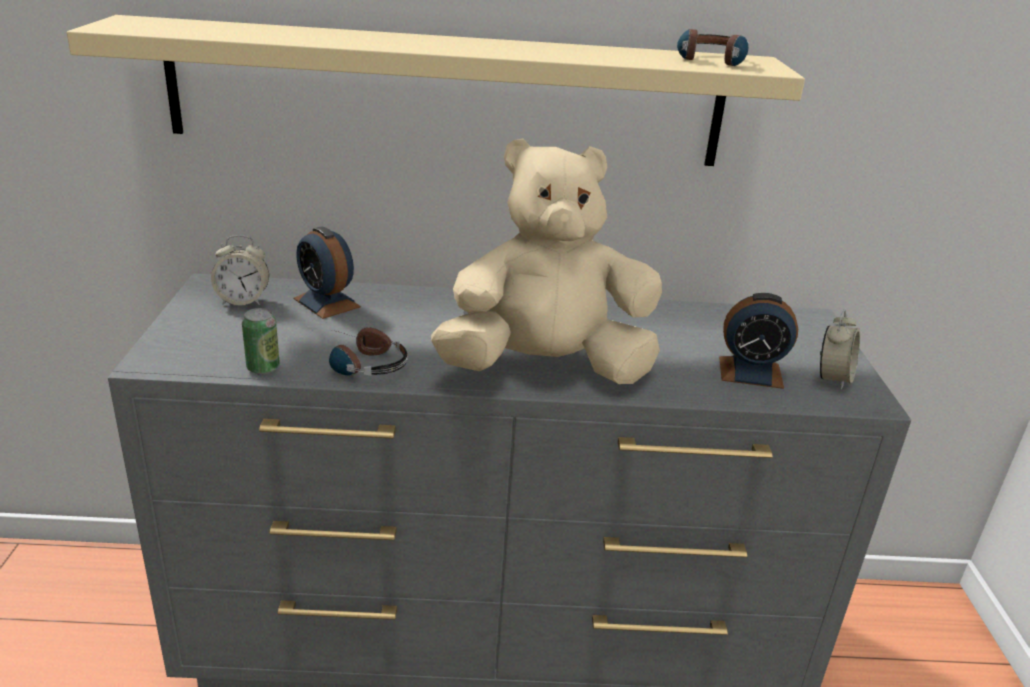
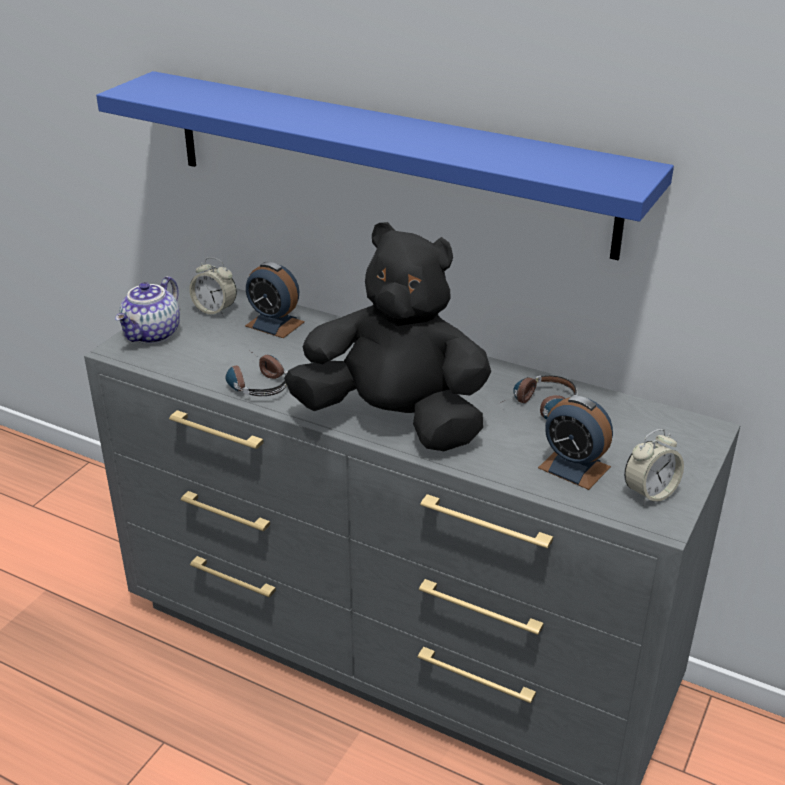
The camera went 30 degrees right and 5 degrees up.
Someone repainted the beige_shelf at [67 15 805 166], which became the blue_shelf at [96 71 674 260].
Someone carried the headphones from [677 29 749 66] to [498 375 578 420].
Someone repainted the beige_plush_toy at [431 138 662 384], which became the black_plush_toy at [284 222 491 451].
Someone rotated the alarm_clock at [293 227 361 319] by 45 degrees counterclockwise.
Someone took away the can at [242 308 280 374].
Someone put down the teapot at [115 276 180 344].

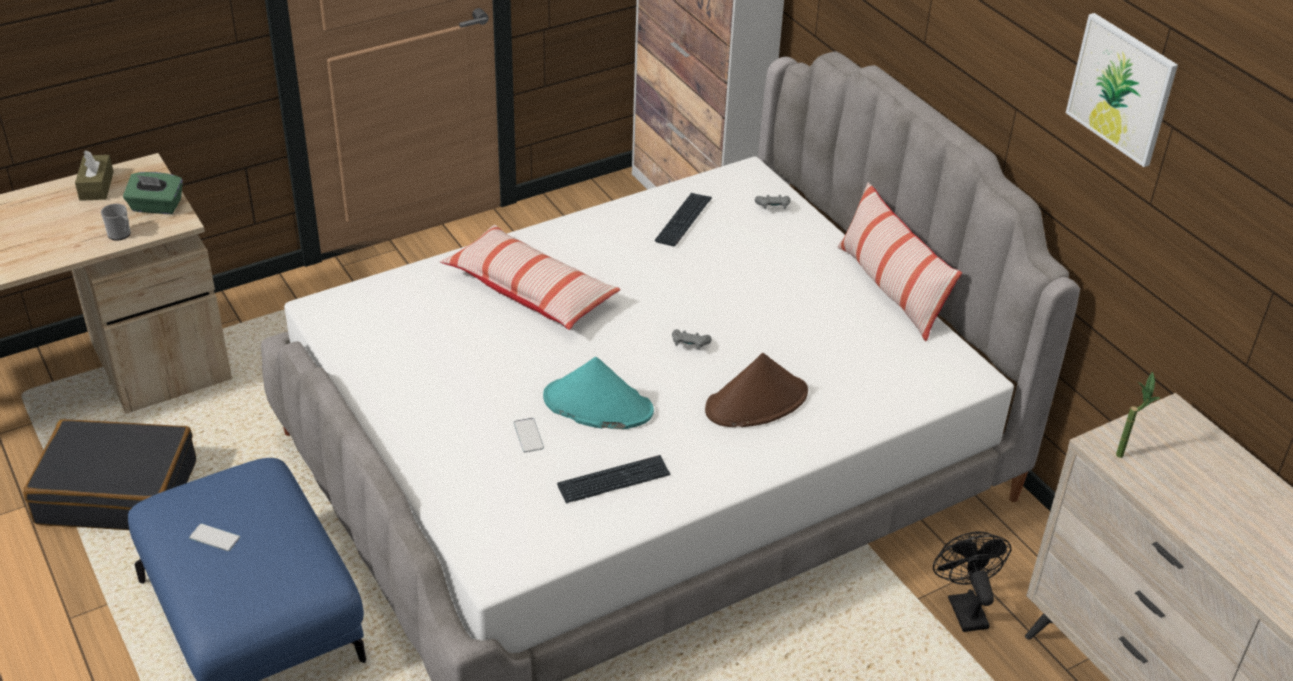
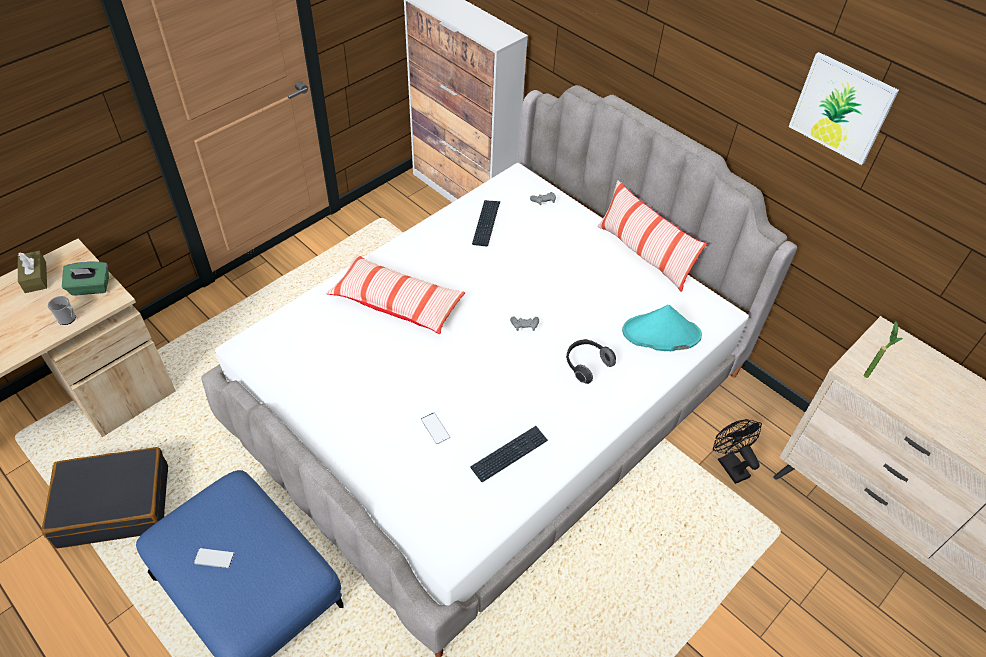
The camera went 15 degrees left and 10 degrees up.
Someone swapped the brown_hat at [705 353 808 427] for the headphones at [566 339 616 384].
Someone carried the turquoise_hat from [543 357 654 429] to [622 305 702 351].

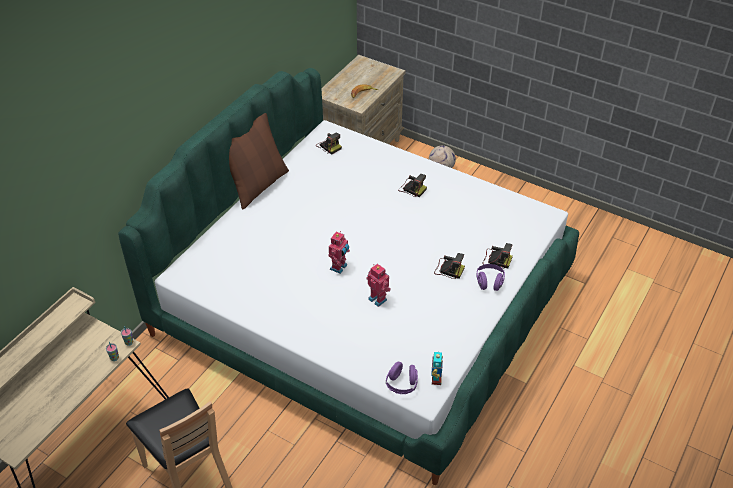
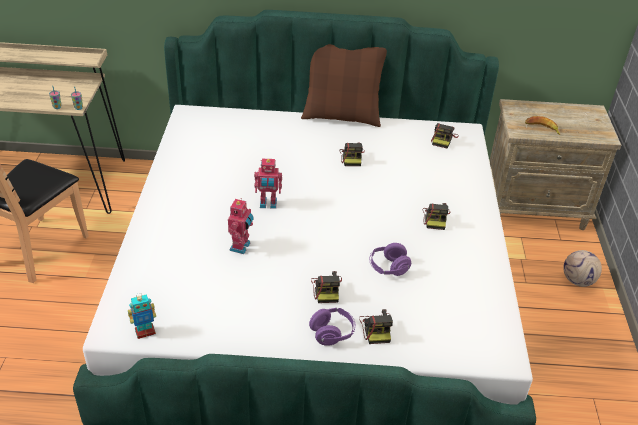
The camera went 60 degrees right and 5 degrees down.
Someone carried the purple_headphones from [386 362 418 394] to [369 243 411 276].
Someone put down the photo_camera at [340 143 365 166].

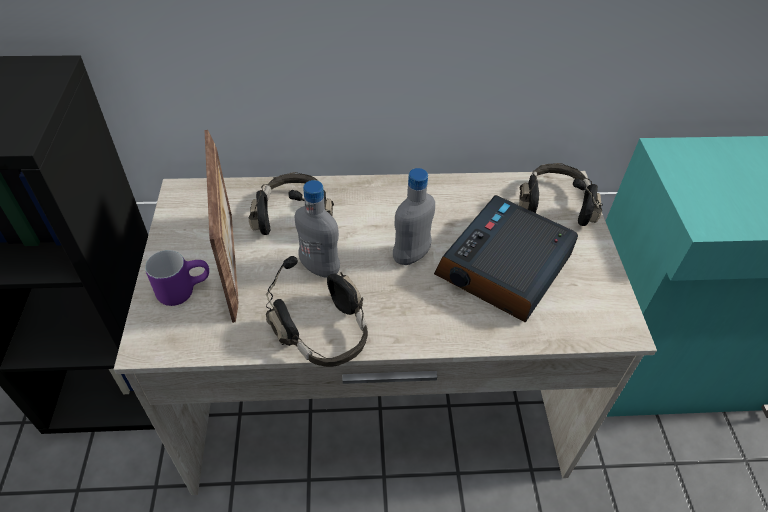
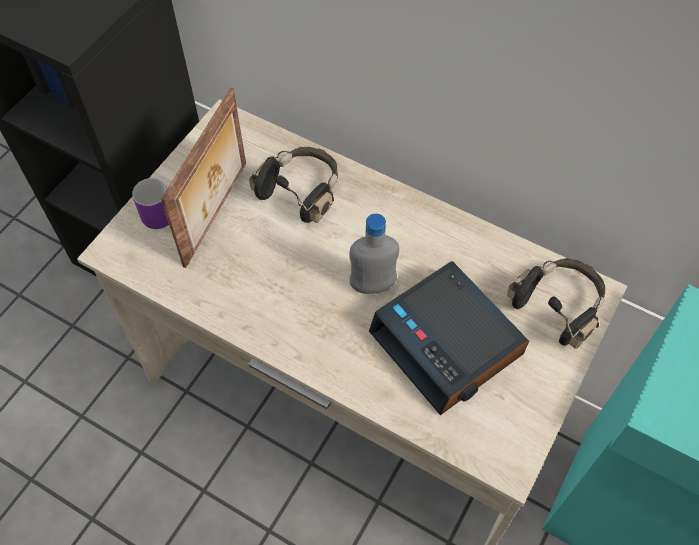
The camera went 35 degrees right and 10 degrees up.
Someone took away the grey_bottle at [295 180 340 278].
Someone rotated the alarm_clock at [434 195 578 323] by 105 degrees counterclockwise.
Someone took away the black_headphones at [266 256 368 367].

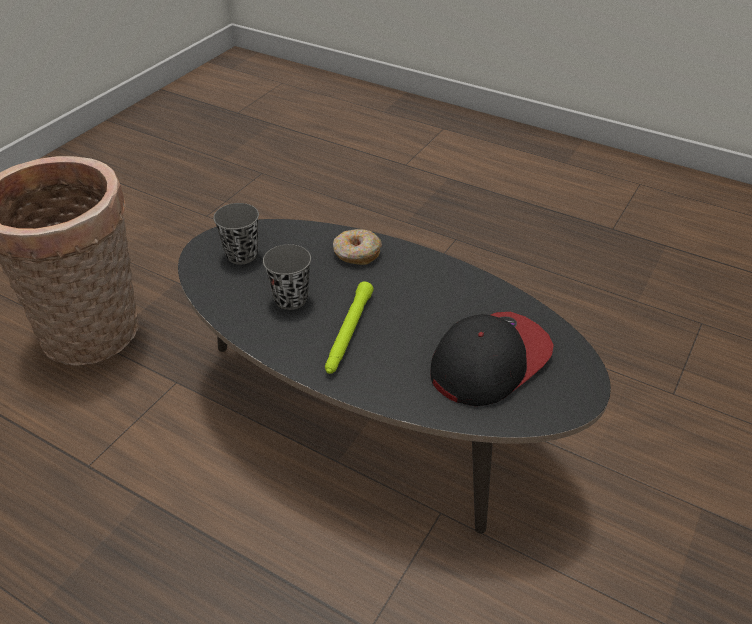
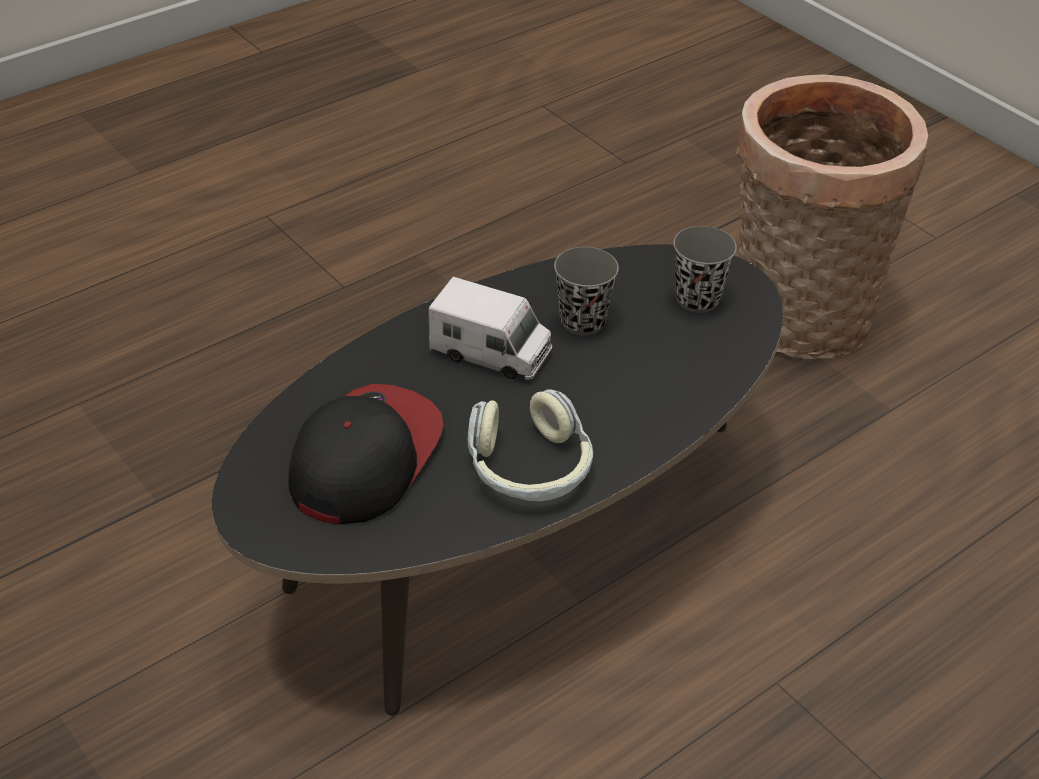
The camera went 110 degrees right and 0 degrees up.
Someone took away the donut at [333 229 382 265].
Someone swapped the green_flashlight at [325 281 374 374] for the toy_truck at [429 277 552 380].
Someone rotated the cap at [430 312 554 406] by 135 degrees counterclockwise.
Someone put down the headphones at [468 389 593 501].

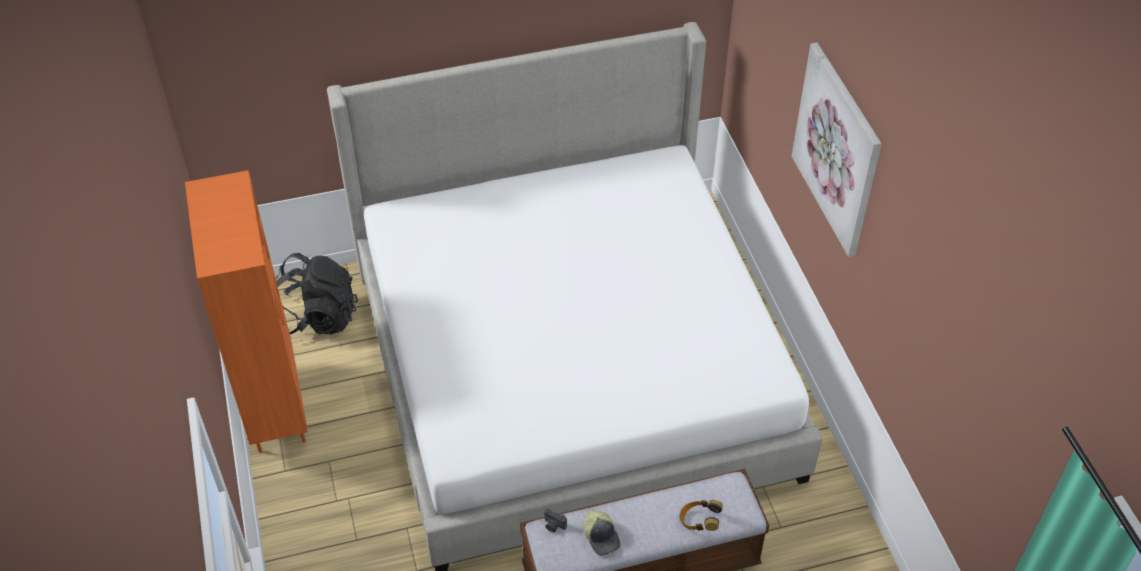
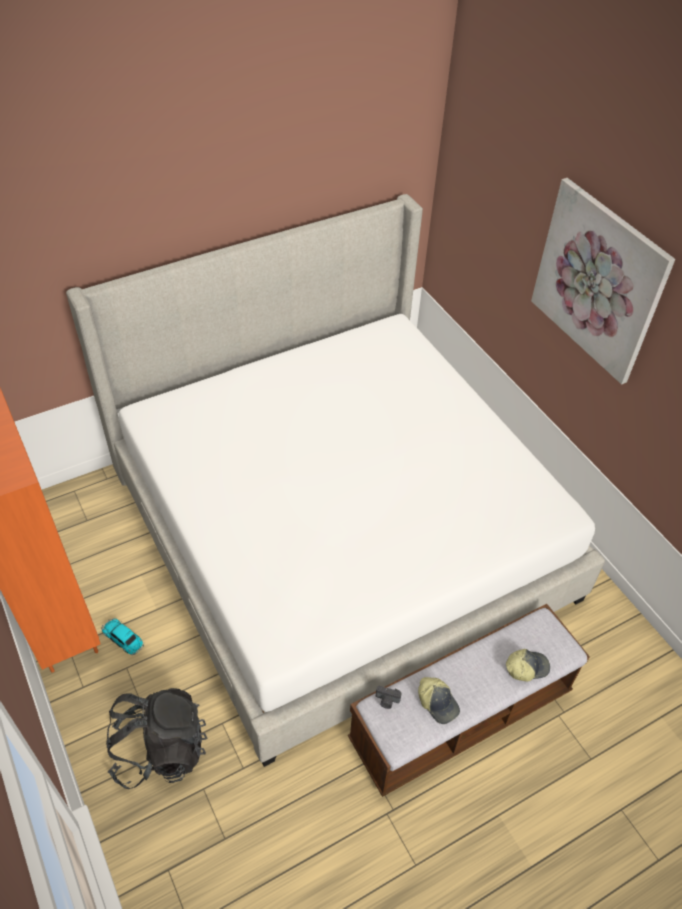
The camera went 15 degrees left and 0 degrees up.
Someone carried the black_backpack from [276 253 358 334] to [106 688 207 789].
Someone swapped the headphones at [680 499 723 531] for the cap at [506 649 550 682].
Someone put down the toy_car at [101 618 144 655].

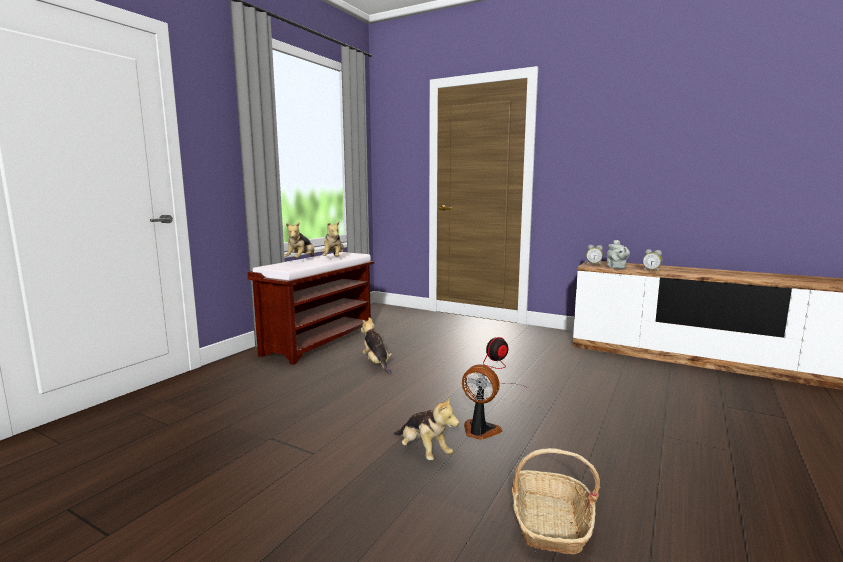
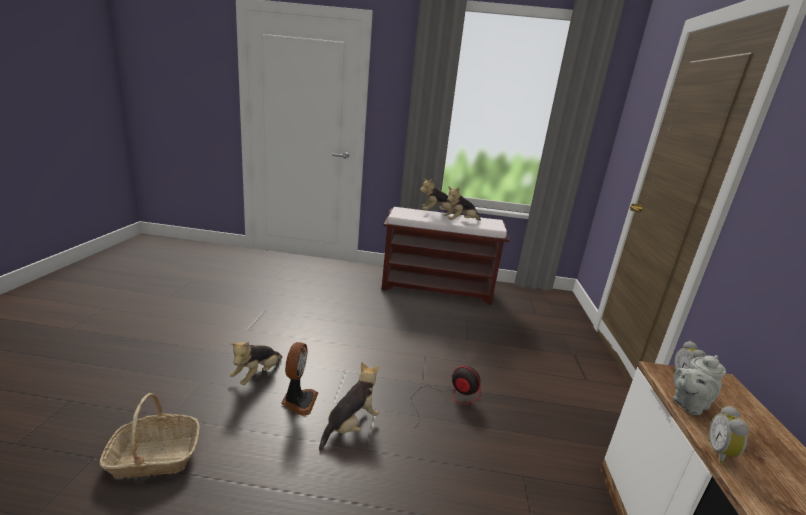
The camera went 65 degrees right and 10 degrees up.
Someone carried the plush_toy from [360 317 392 374] to [319 362 379 451].

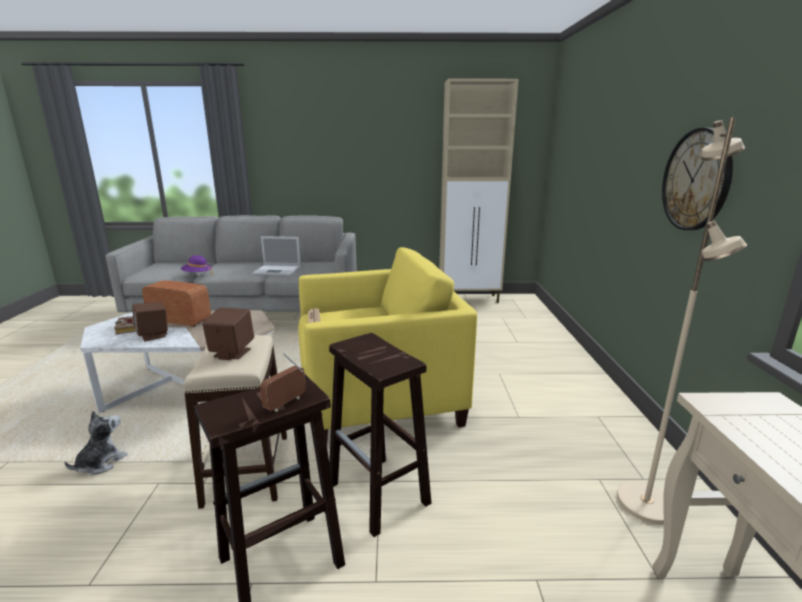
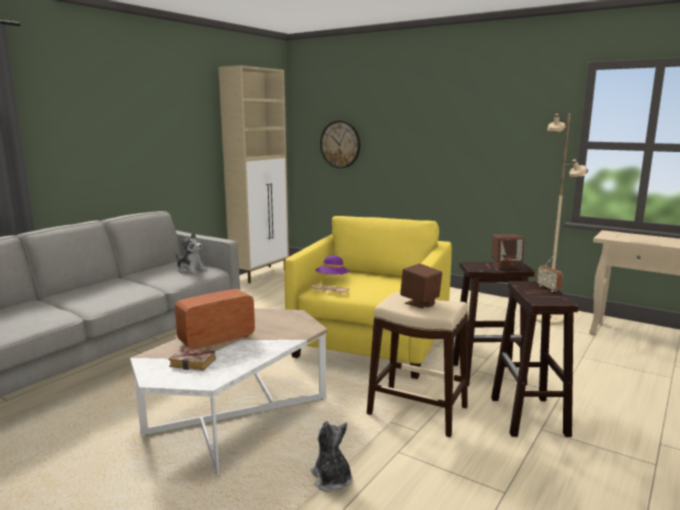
The camera went 55 degrees left and 5 degrees down.
Someone carried the wall_clock from [662 128 733 230] to [320 120 360 168].
Someone took away the laptop at [252 236 301 276].
Someone carried the purple_hat from [181 255 212 275] to [315 255 349 275].
Someone carried the brown_speaker from [132 302 168 342] to [491 234 524 268].
Someone put down the plush_toy at [176 232 207 274].

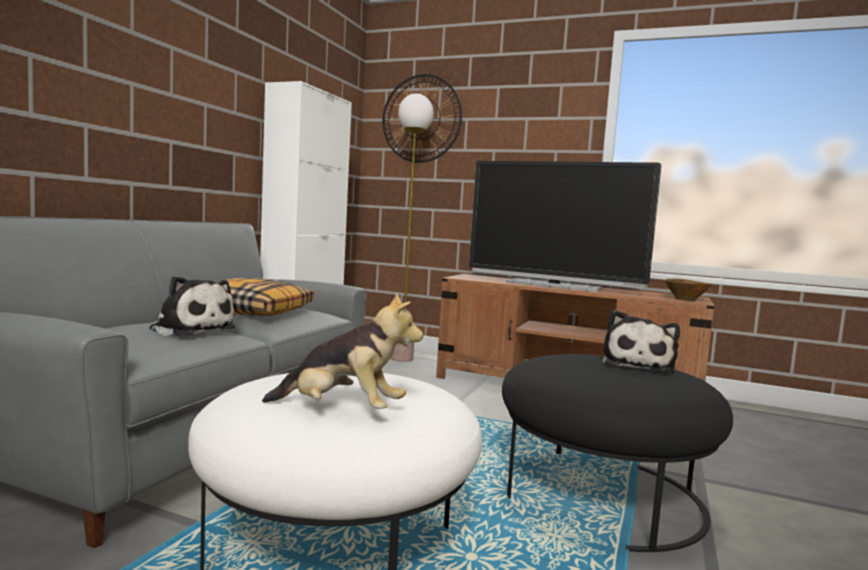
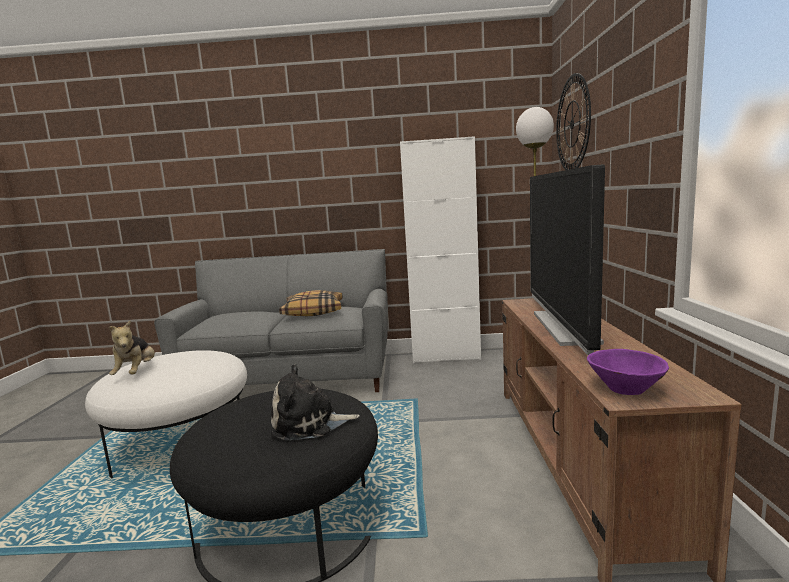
The camera went 70 degrees right and 5 degrees up.
Someone took away the plush_toy at [149 276 236 337].
Someone repainted the brown_bowl at [665 279 712 301], which became the purple_bowl at [587 349 669 395].

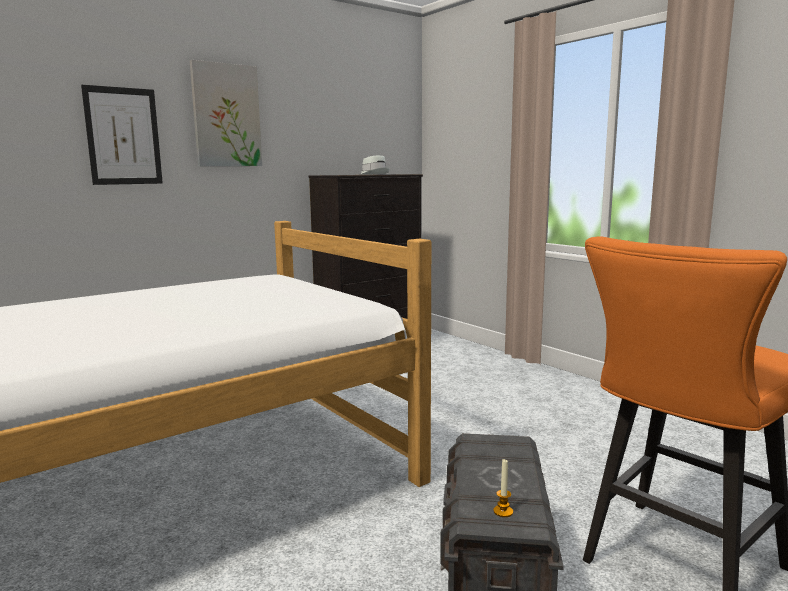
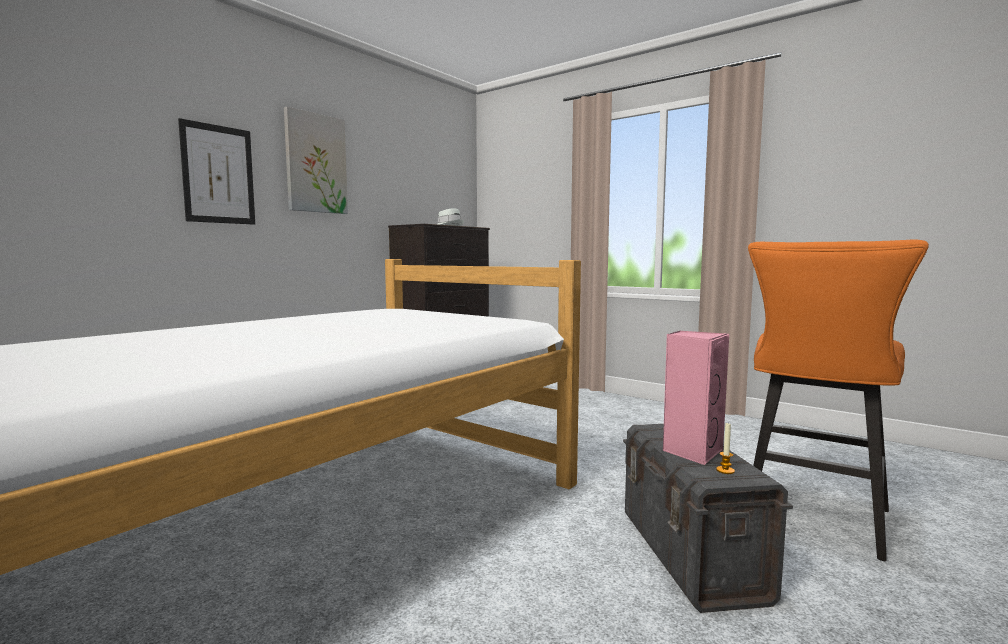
The camera went 15 degrees left and 5 degrees down.
Someone put down the pink_speaker at [662 330 729 465].

